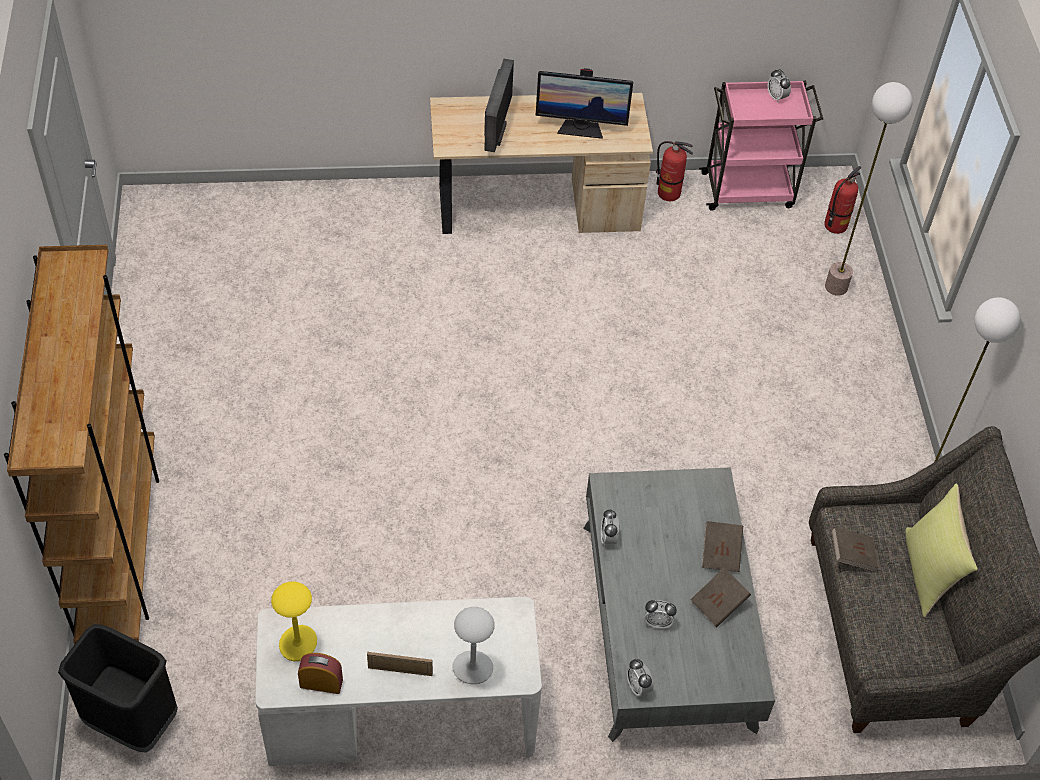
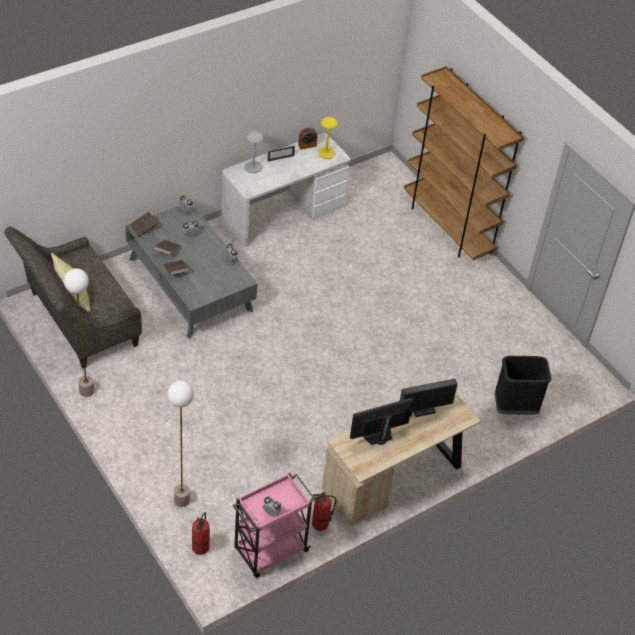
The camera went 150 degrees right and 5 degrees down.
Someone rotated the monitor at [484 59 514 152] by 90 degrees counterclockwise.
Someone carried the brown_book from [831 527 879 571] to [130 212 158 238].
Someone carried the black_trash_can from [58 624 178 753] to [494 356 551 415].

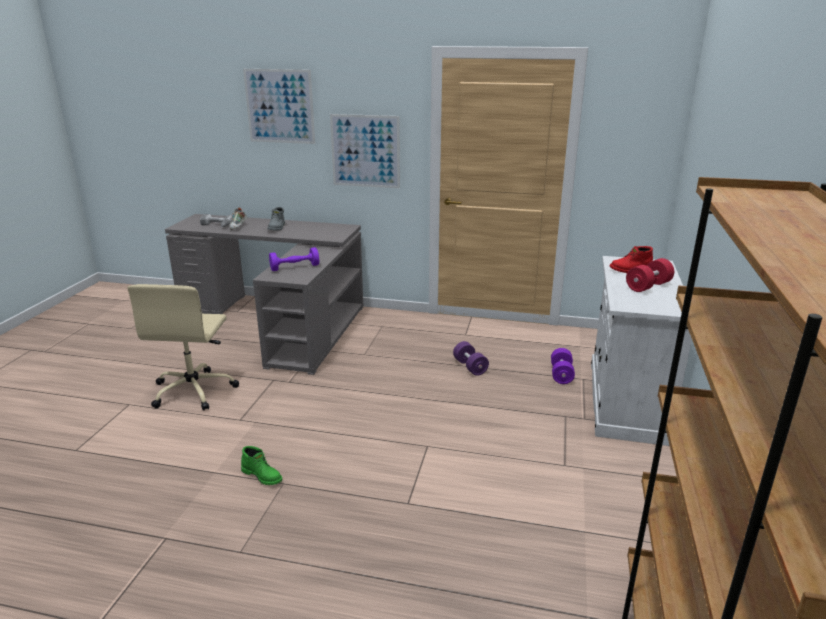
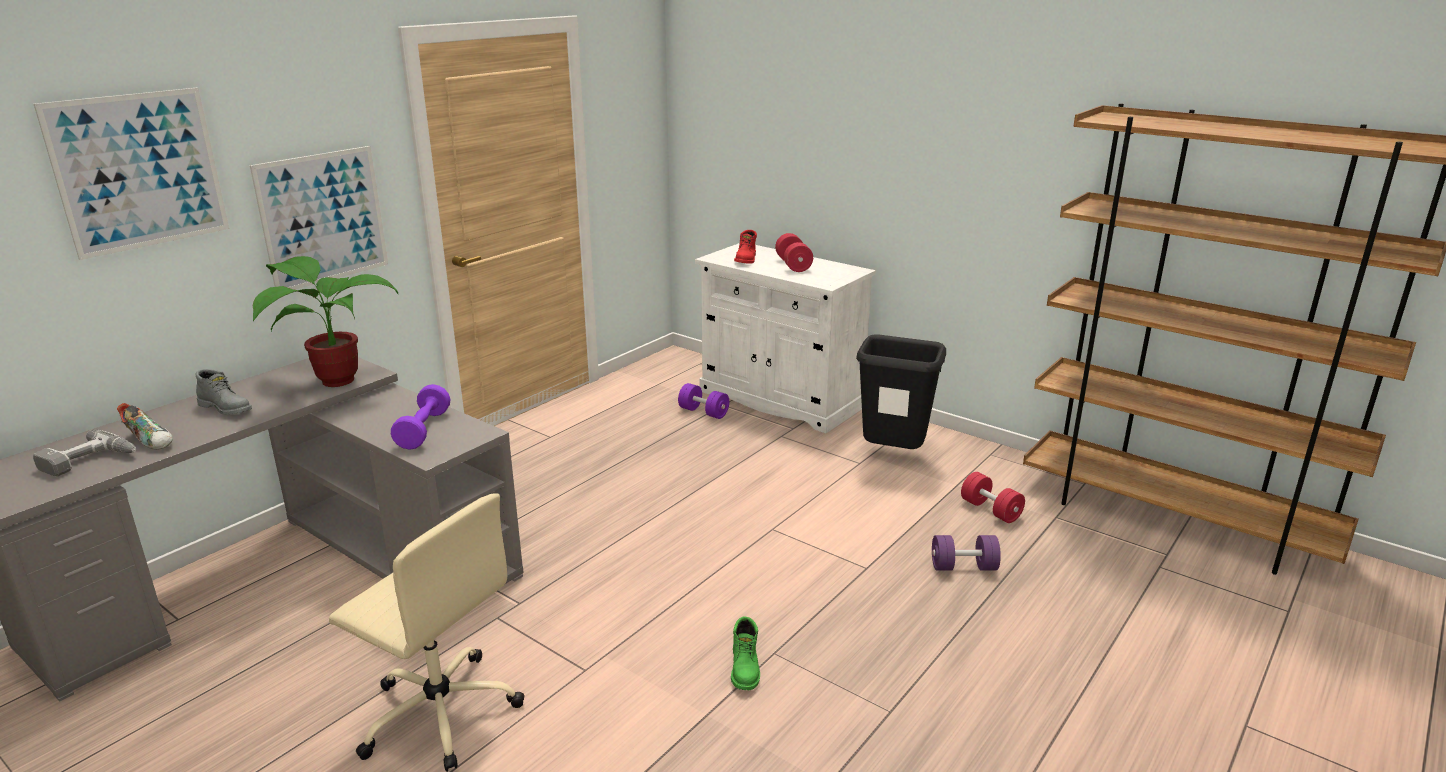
The camera went 65 degrees left and 0 degrees up.
Someone carried the purple_dumbbell from [453 341 489 376] to [932 535 1001 571].
Someone rotated the green_boot at [241 446 282 485] by 120 degrees clockwise.
Someone put down the potted_plant at [253 256 399 387].
Someone put down the black_trash_can at [856 334 946 449].
Someone put down the red_dumbbell at [961 472 1025 523].

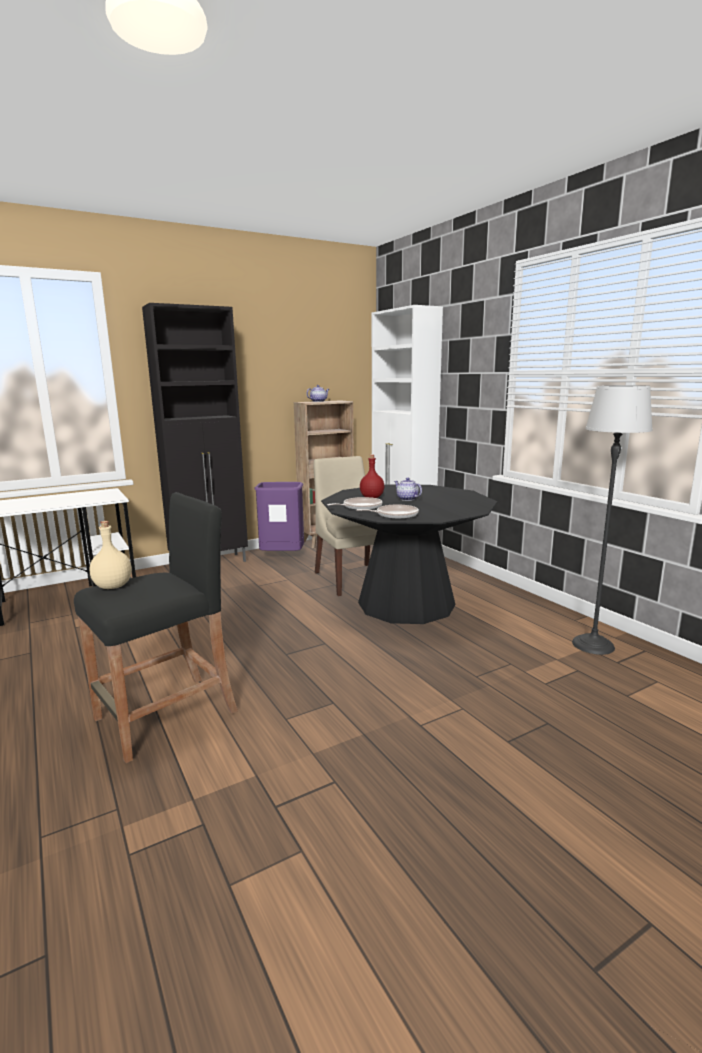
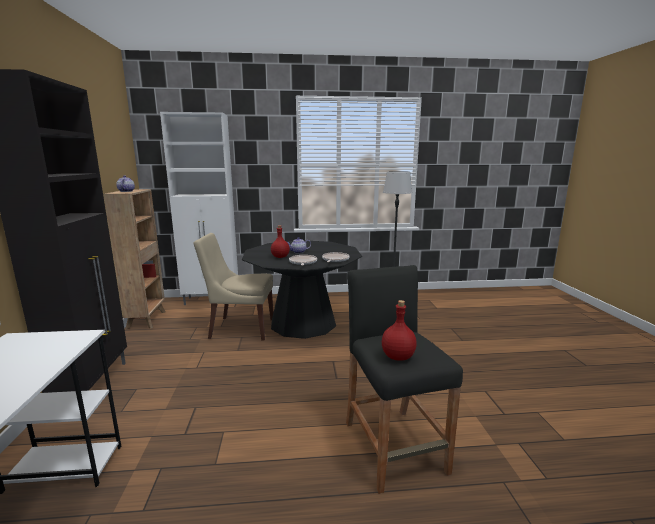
The camera went 65 degrees left and 0 degrees up.
Someone took away the purple_trash_can at [254 482 304 551].
Someone repainted the beige_bottle at [90 521 132 589], which became the red_bottle at [382 300 417 361].

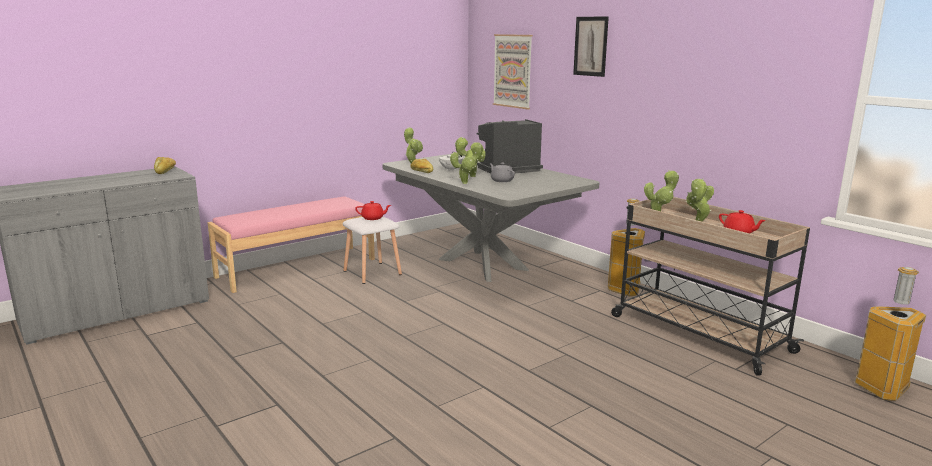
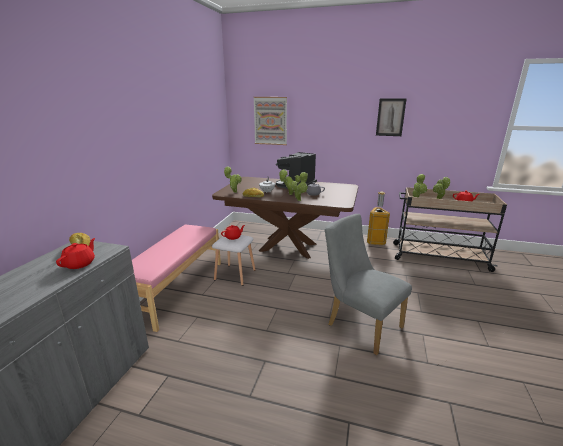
The camera went 35 degrees left and 5 degrees up.
Someone carried the picture from [573 16 609 77] to [376 98 406 136].
Someone repainted the grey_dining_table at [382 154 600 282], which became the brown_dining_table at [212 177 358 259].
Someone took away the trash_can at [855 267 926 401].
Someone put down the grey_chair at [325 214 412 355].
Someone put down the red_teapot at [56 238 95 269].

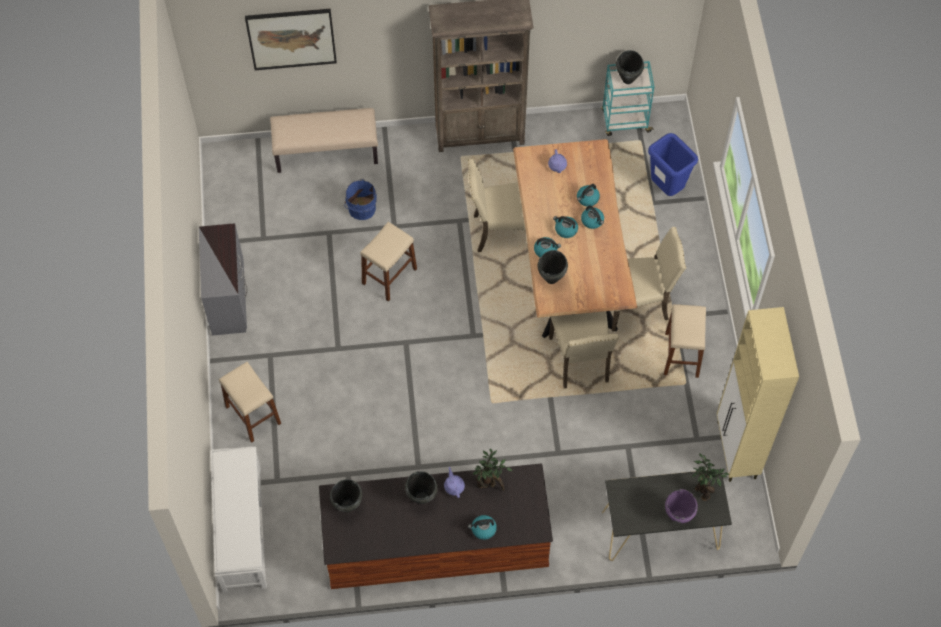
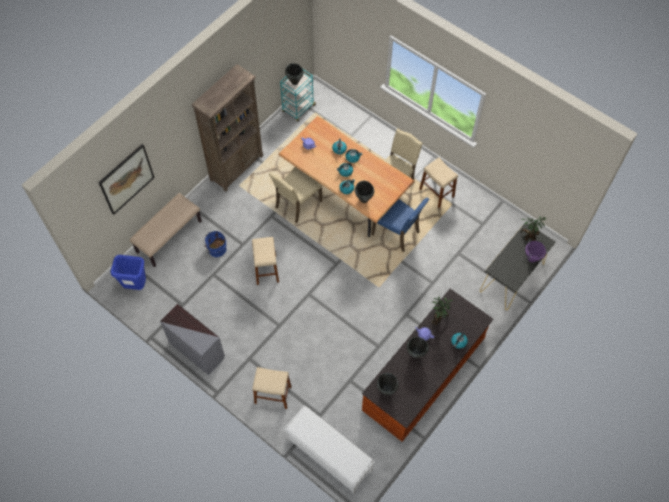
The camera went 45 degrees left and 0 degrees up.
Someone carried the blue_trash_can from [648 133 698 196] to [110 255 146 290].
Someone took away the beige_cabinet at [717 307 799 482].
Someone repainted the beige_chair at [549 311 619 389], which became the blue_chair at [371 198 430 252].

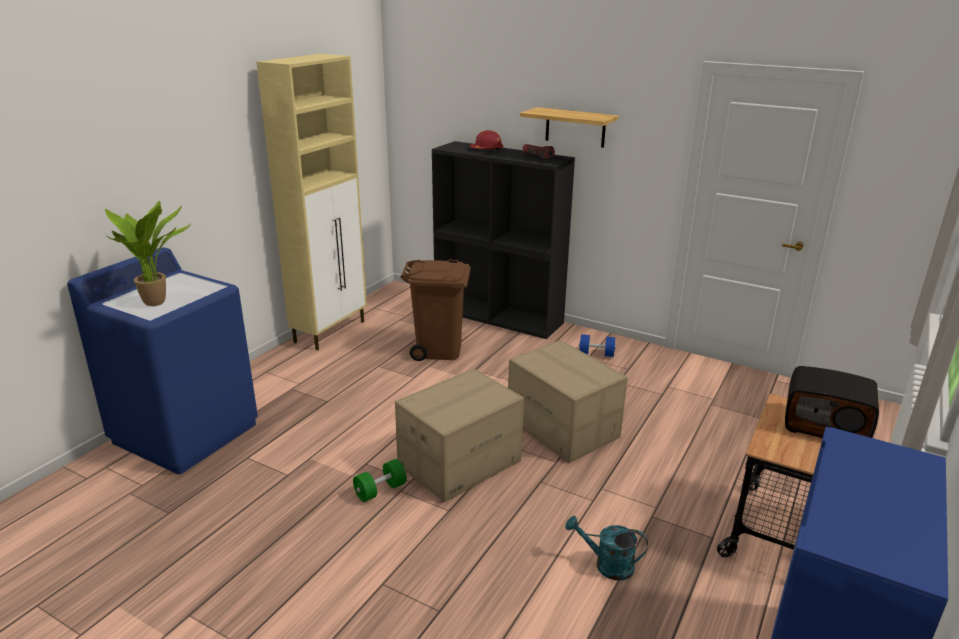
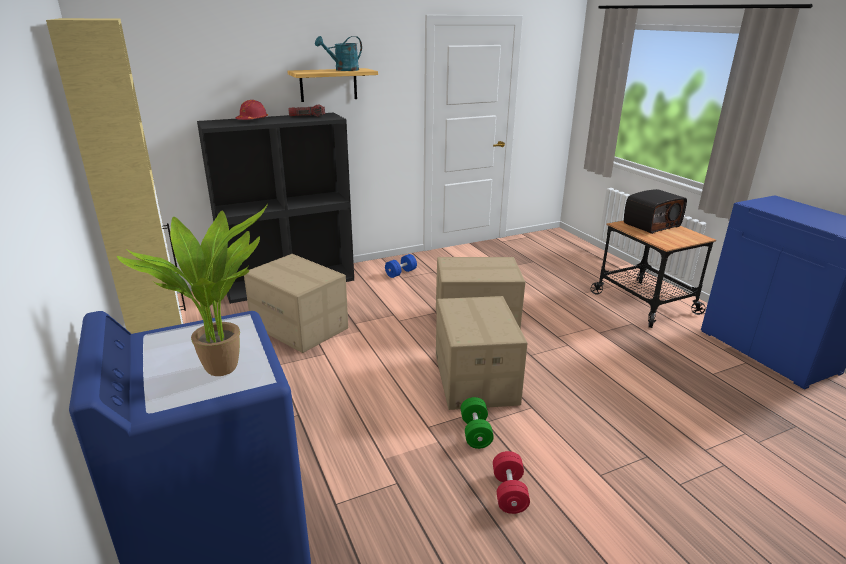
The camera went 55 degrees left and 0 degrees up.
Someone swapped the brown_trash_can at [401 259 471 361] for the cardboard_box at [244 254 348 353].
Someone carried the turquoise_watering_can from [566 516 648 581] to [315 36 362 71].
Someone put down the red_dumbbell at [493 451 530 514].

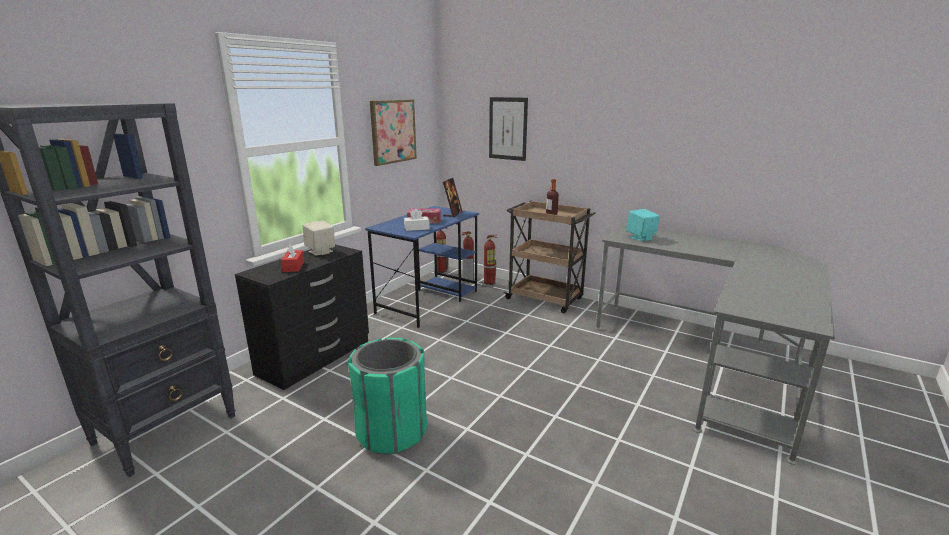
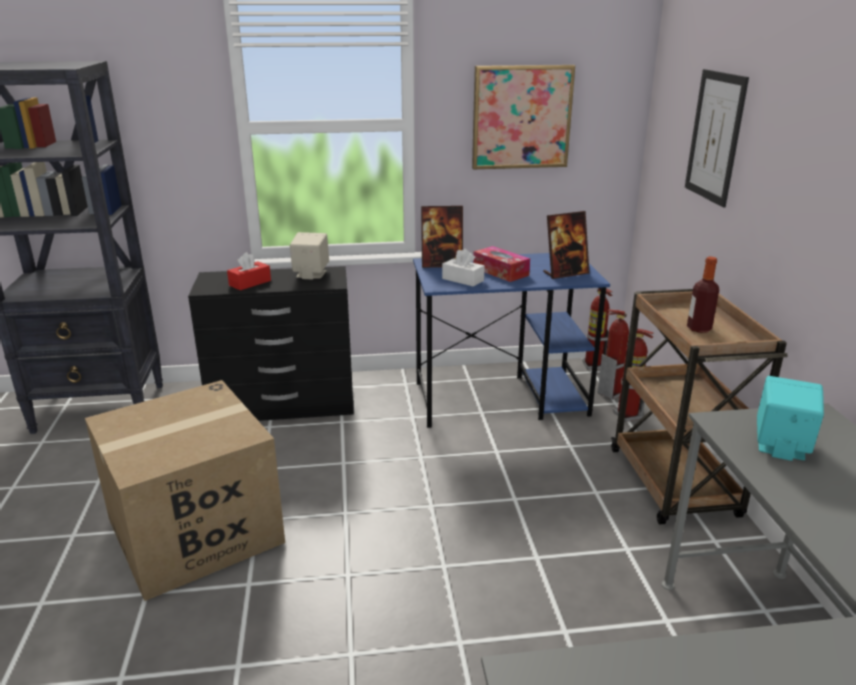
The camera went 50 degrees right and 5 degrees up.
Someone swapped the green_trash_can at [348 338 427 455] for the cardboard_box at [85 380 285 601].
Someone put down the picture_frame at [421 206 463 268].

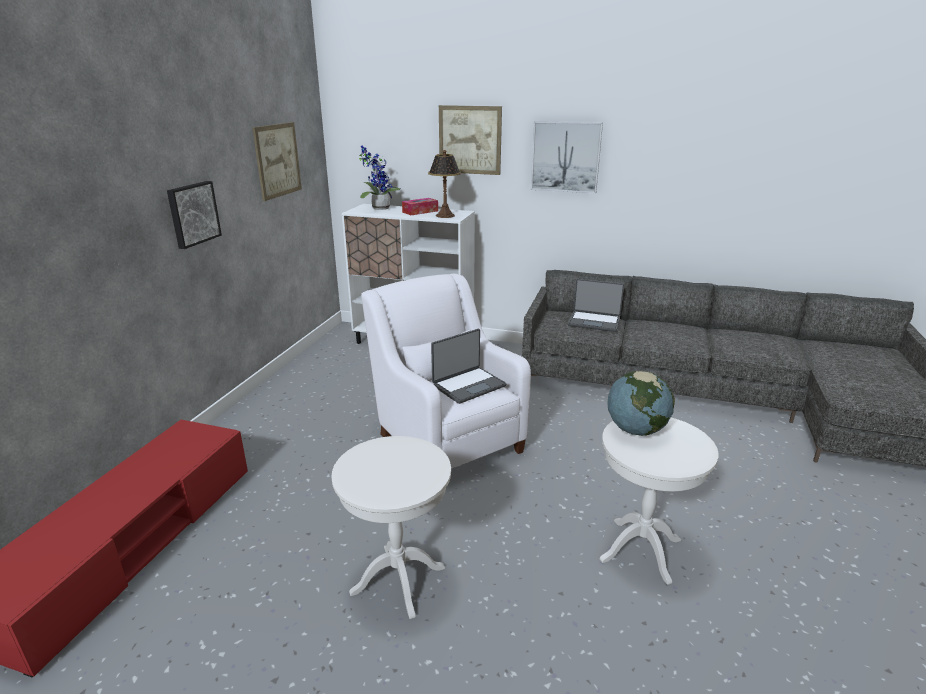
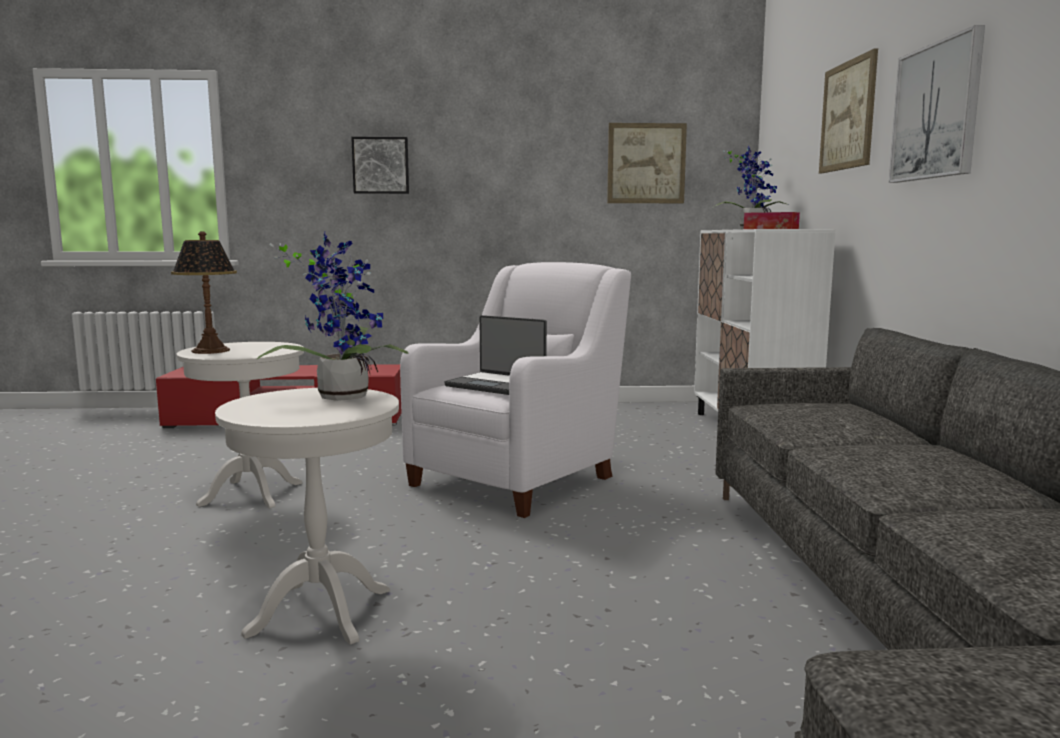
The camera went 70 degrees right and 15 degrees down.
Someone carried the table_lamp from [428 150 461 218] to [171 231 237 354].
Someone carried the picture from [167 181 222 249] to [351 137 409 194].
Someone took away the laptop at [568 279 624 332].
Someone swapped the globe at [607 371 675 436] for the potted_plant at [256 232 409 401].

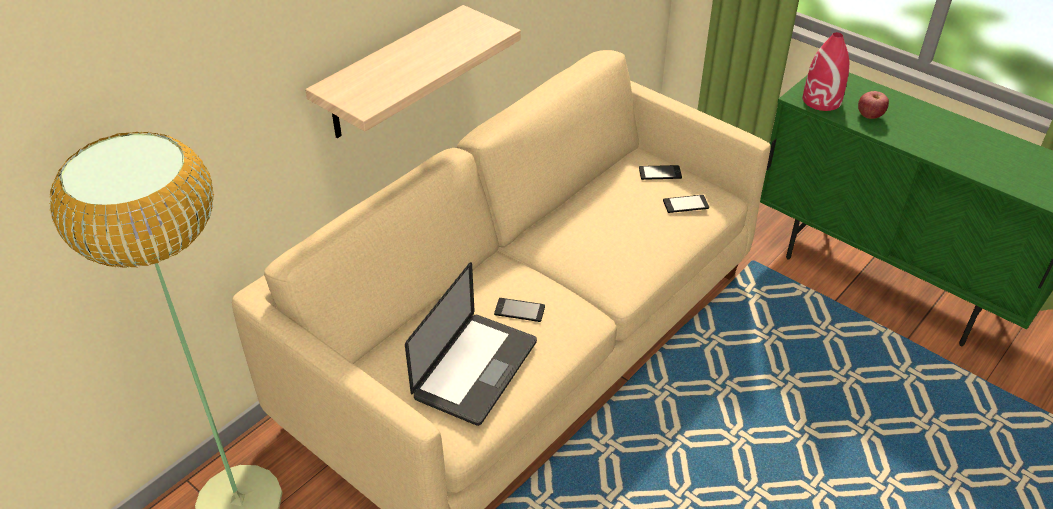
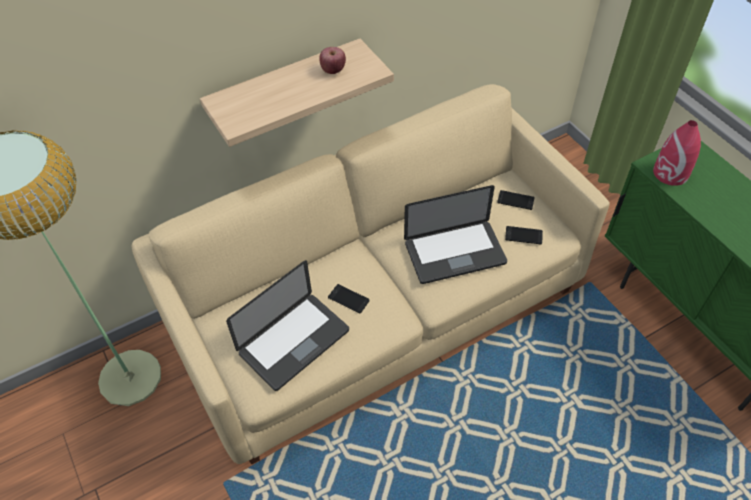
The camera went 20 degrees right and 10 degrees up.
Someone carried the apple from [858 91 889 119] to [319 47 346 74].
Someone put down the laptop at [404 185 507 284].

